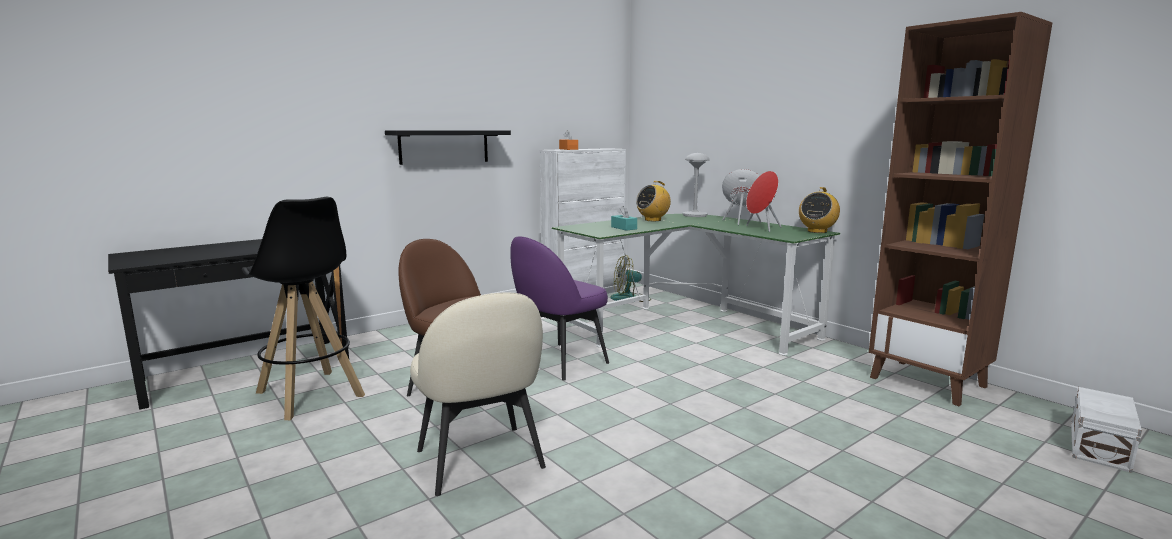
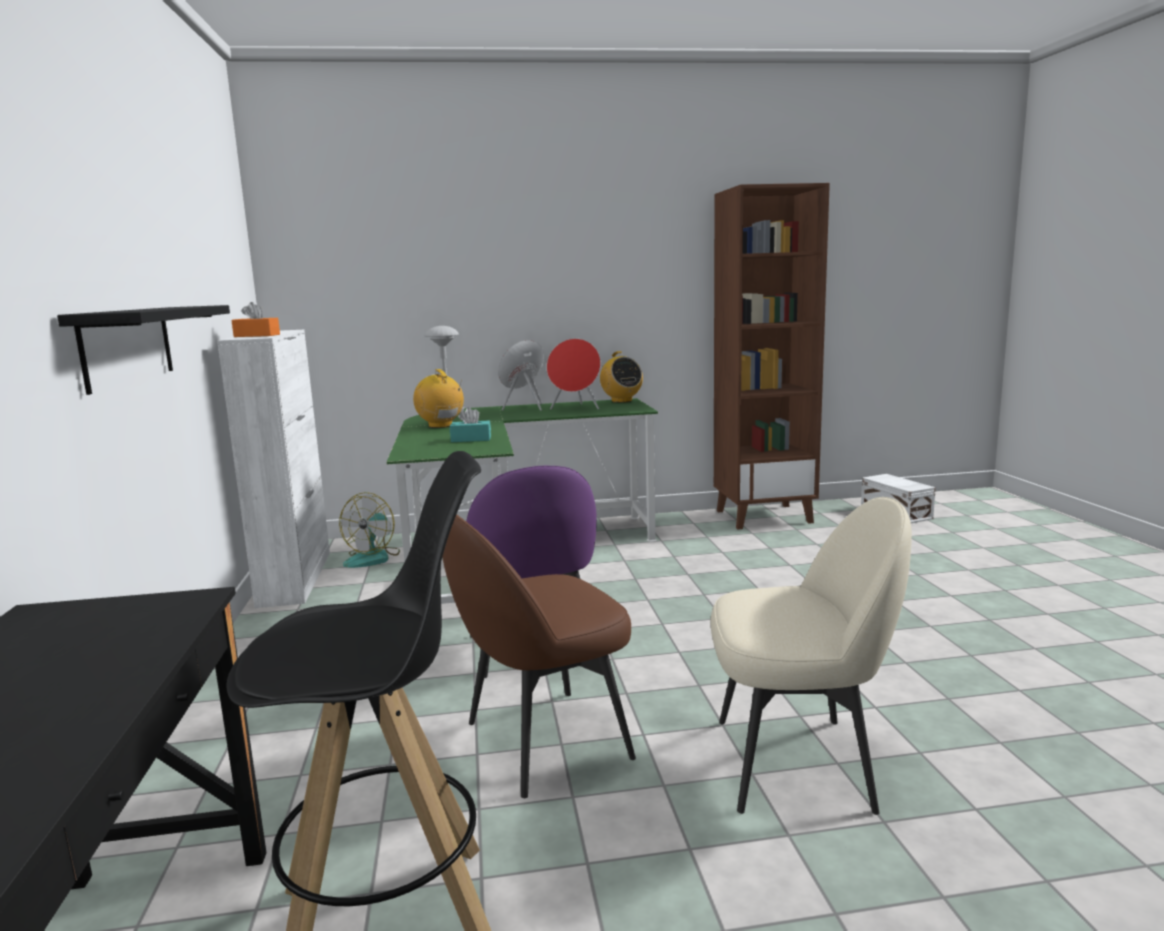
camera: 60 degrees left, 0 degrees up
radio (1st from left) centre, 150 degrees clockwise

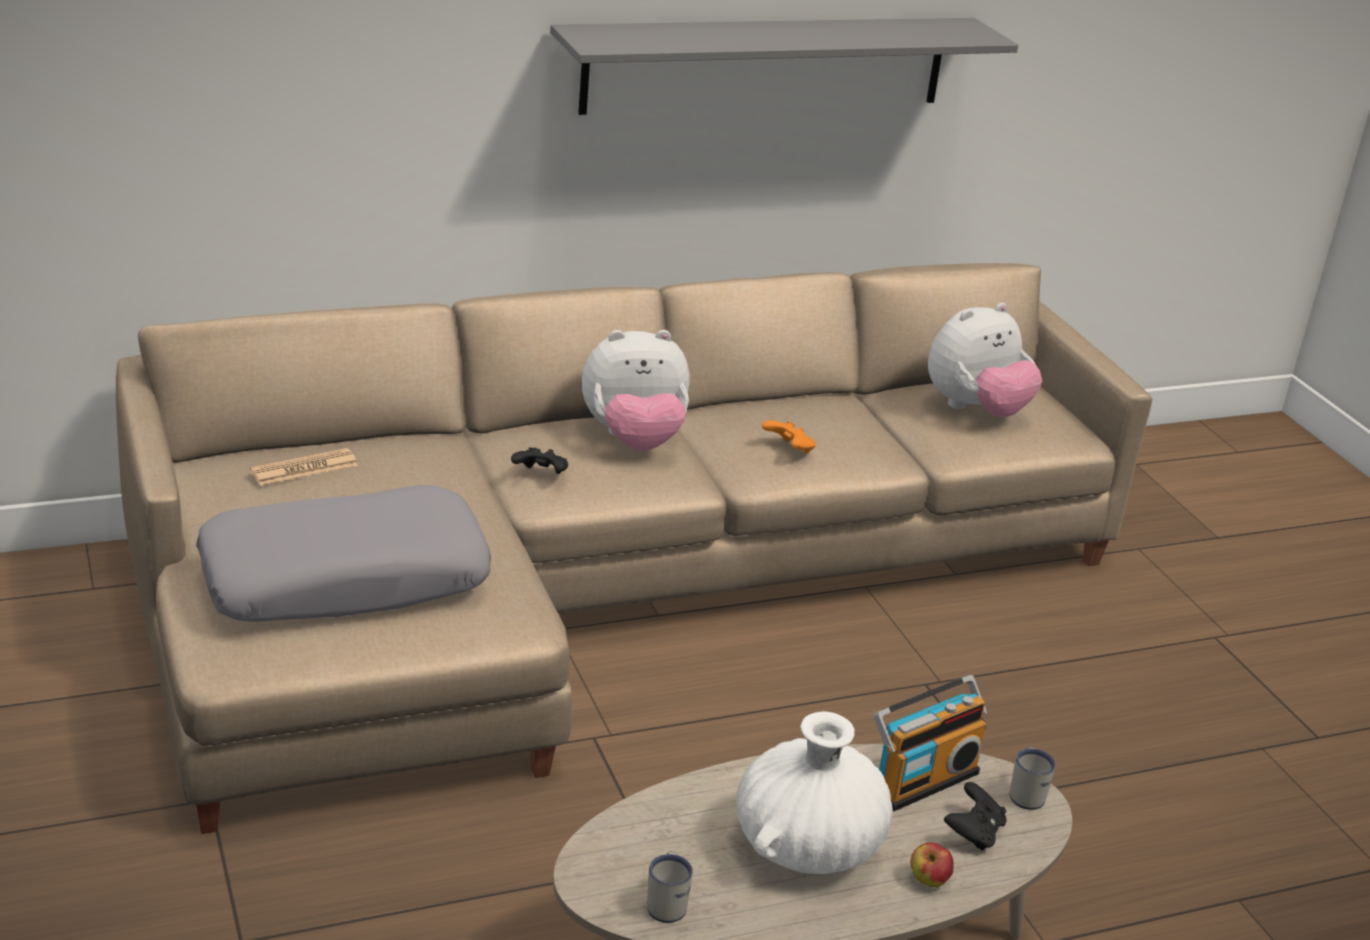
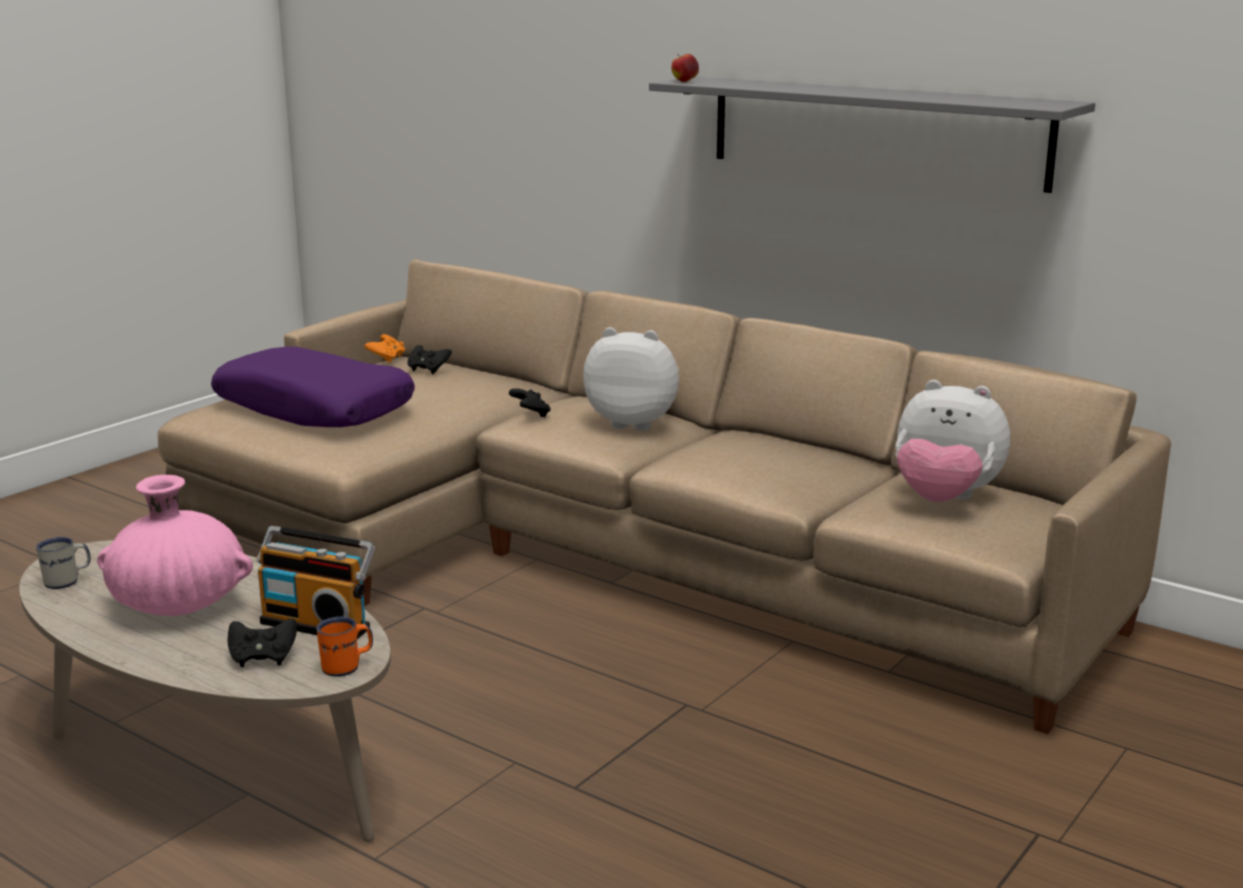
camera: 60 degrees right, 10 degrees down
vase/whitish bottom centre → vase/pinkish middle left
throw pillow/greyish middle left → throw pillow/purplish middle left
tea mug/whitish (2nd from left) bottom right → tea mug/orange bottom left
game controller/orange centre → game controller/orange middle left, move
printed paper middle left → game controller/black-coloured (2nd from left) centre
cuddly toy (1st from left) centre, 150 degrees clockwise
apple bottom right → apple top centre, move

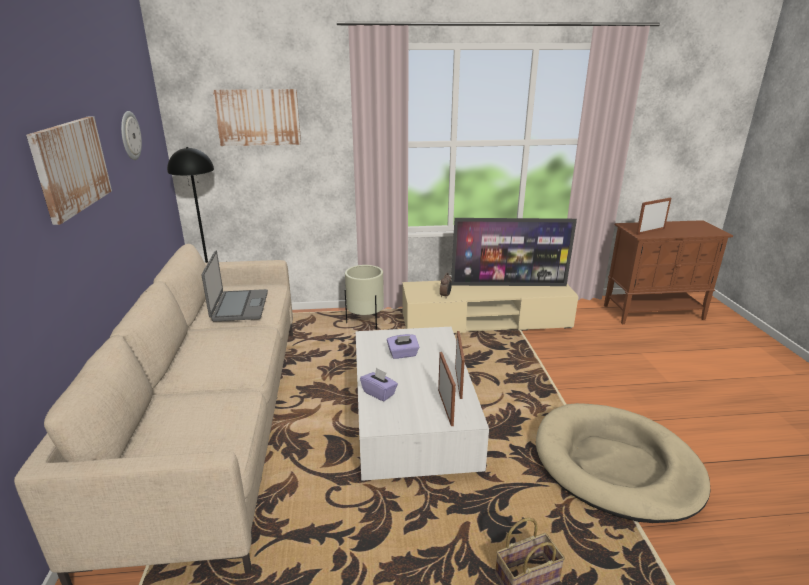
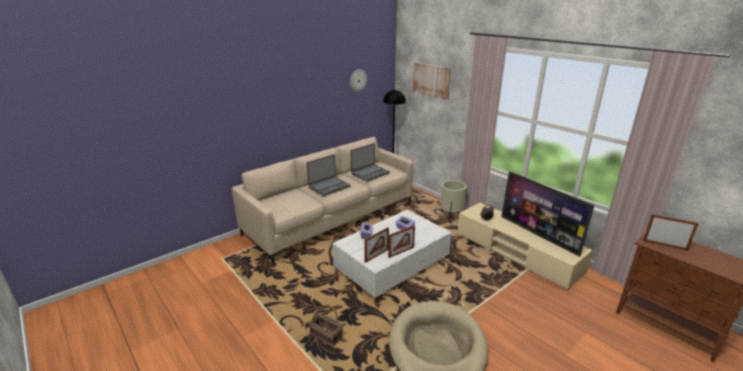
camera: 55 degrees right, 0 degrees up
- → notebook computer (1st from left) centre
wall picture (1st from left) top left → -

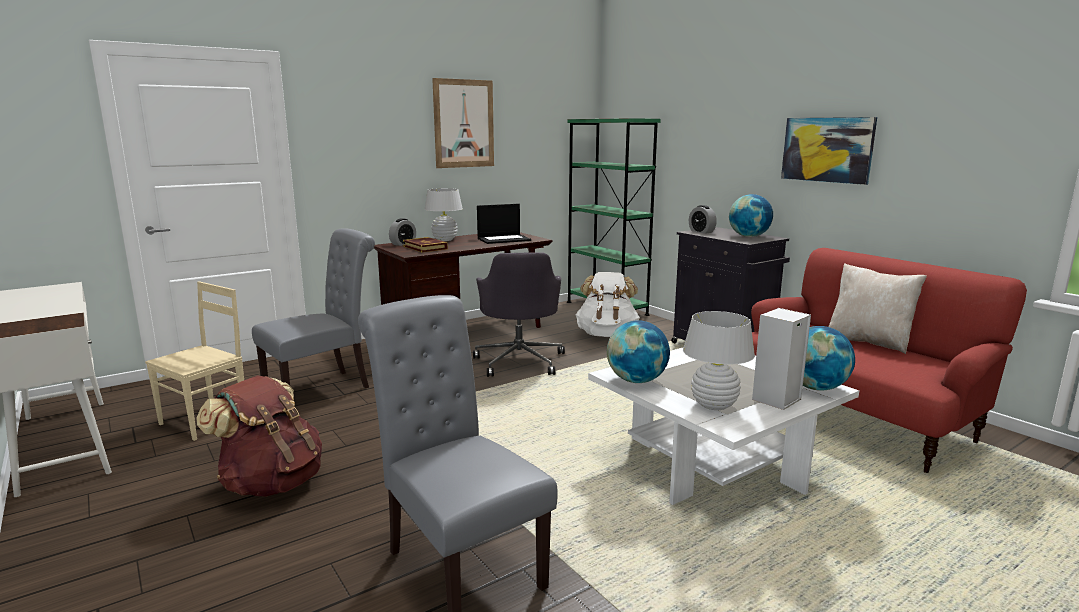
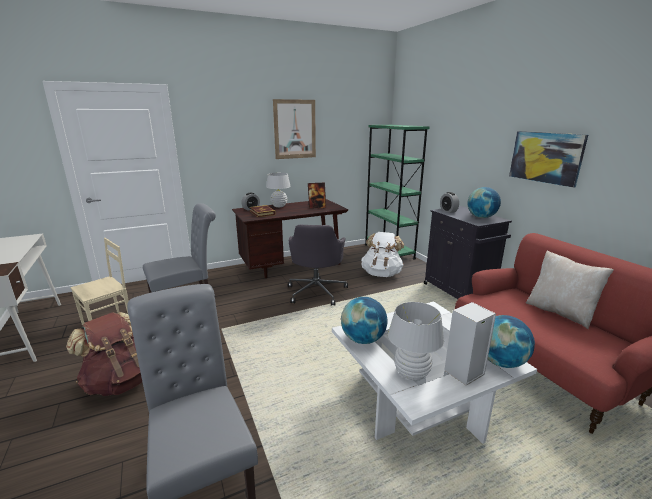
camera: 10 degrees right, 5 degrees up
notebook computer centre → standing frame centre

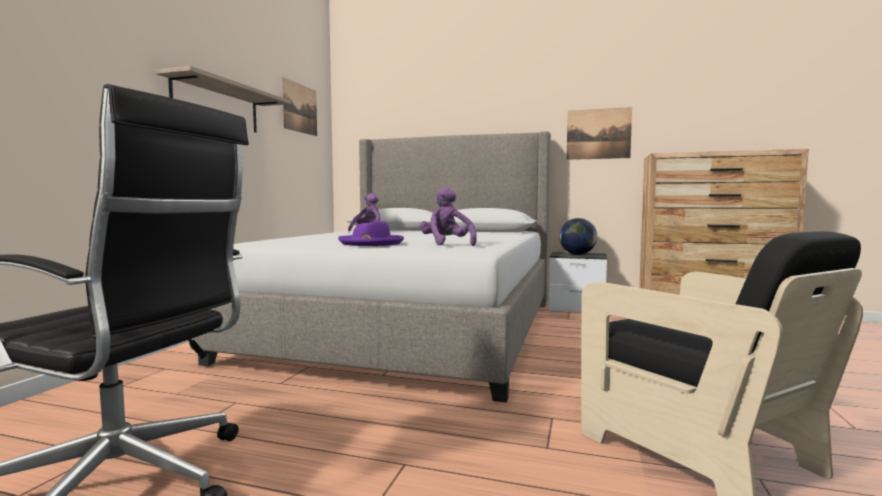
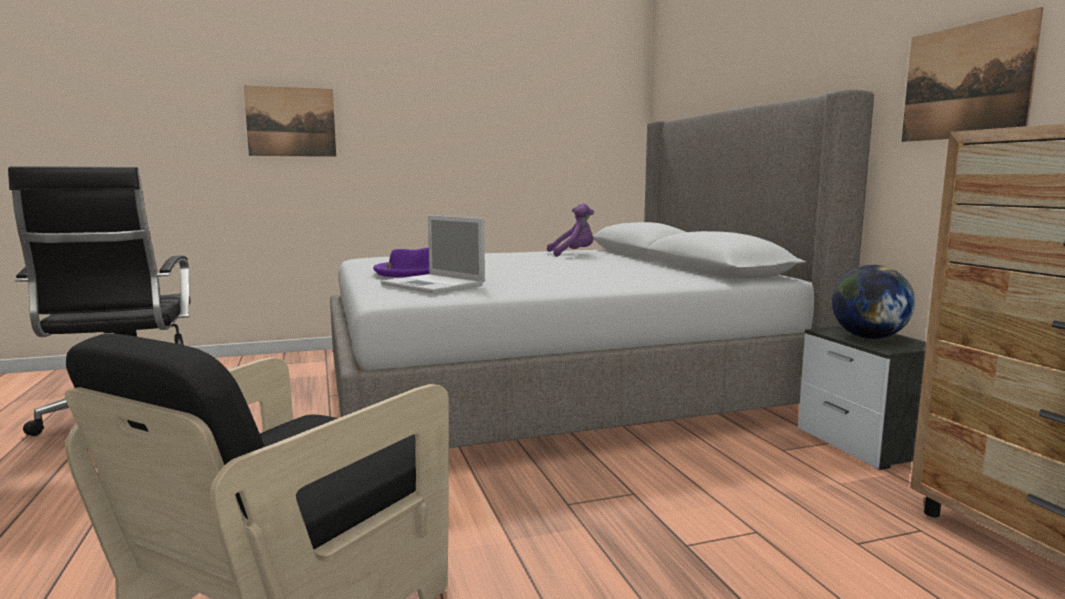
camera: 55 degrees right, 5 degrees up
wall picture (1st from left) top centre → wall picture (1st from left) top left, move
cuddly toy/purplish (2nd from left) centre → notebook computer centre
shelf top left → -

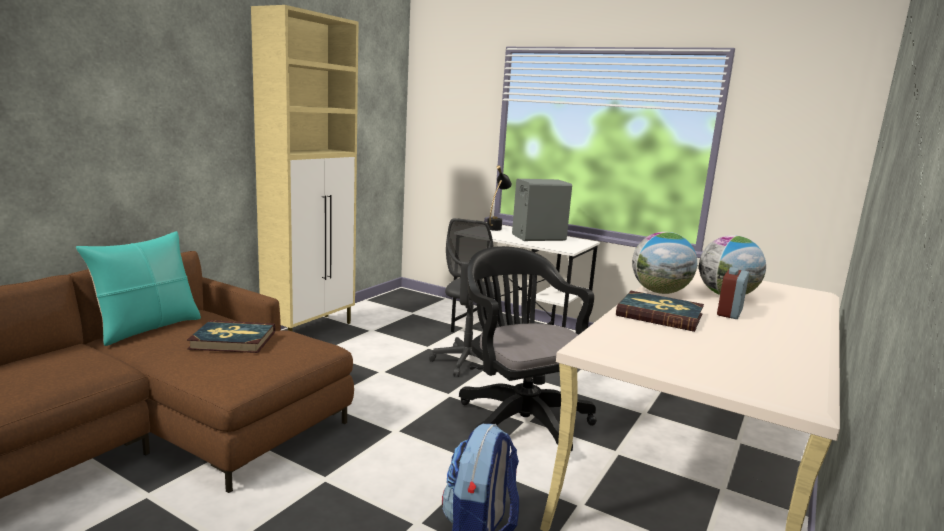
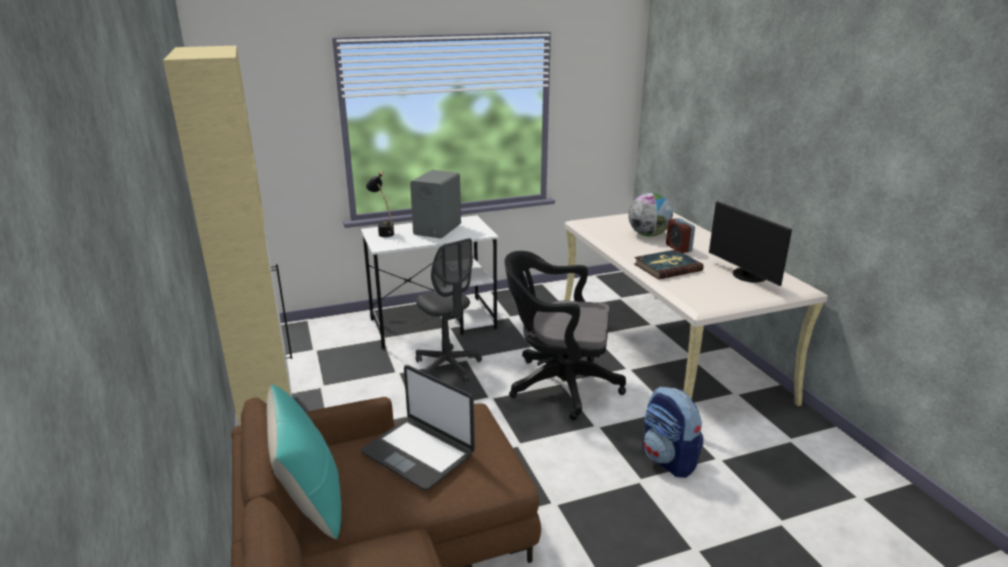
camera: 50 degrees left, 10 degrees up
volume (1st from left) middle left → notebook computer bottom centre
- → computer screen middle right
world globe (1st from left) middle right → -

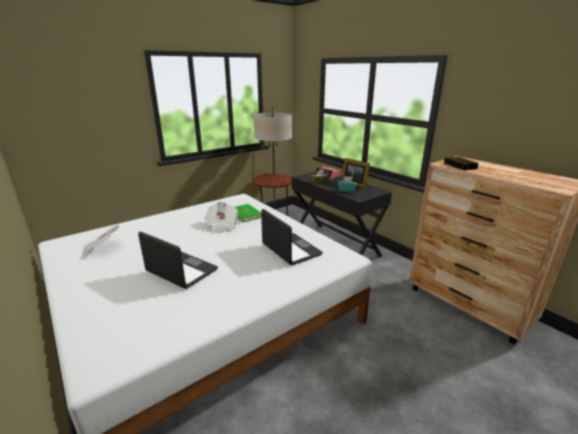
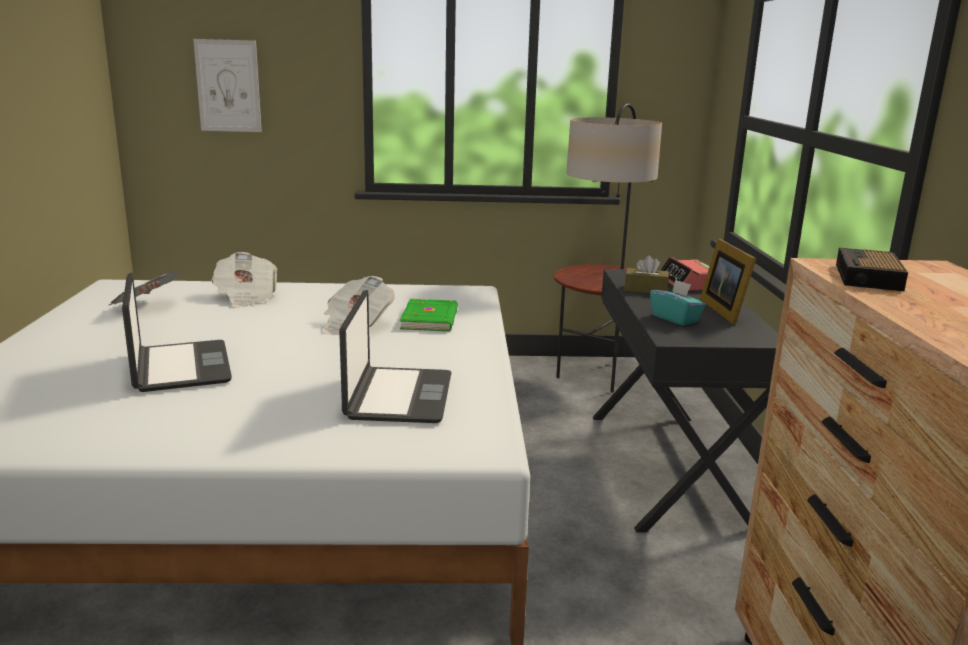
camera: 35 degrees right, 5 degrees down
- → wall picture top left
- → printed paper (2nd from left) middle left

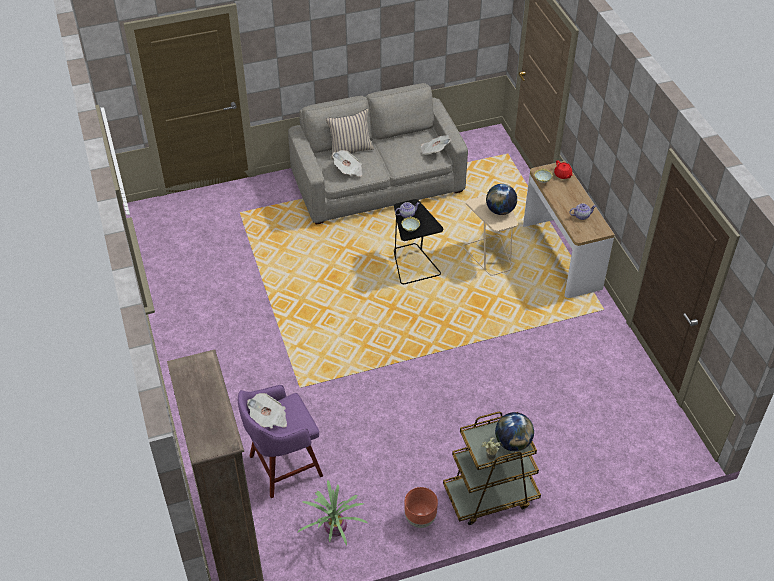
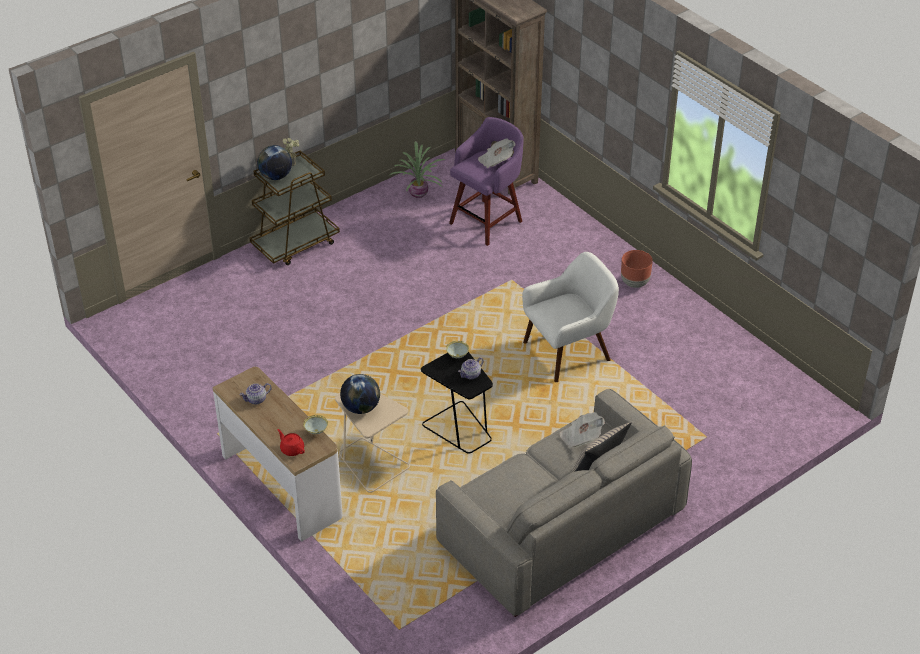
camera: 160 degrees right, 5 degrees down
- → easy chair/whitish centre
flower pot/brown bottom centre → flower pot/brown middle right, move
printed paper (3rd from left) top centre → -

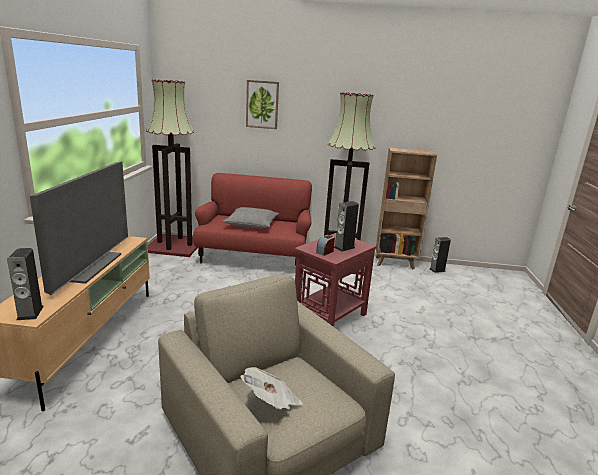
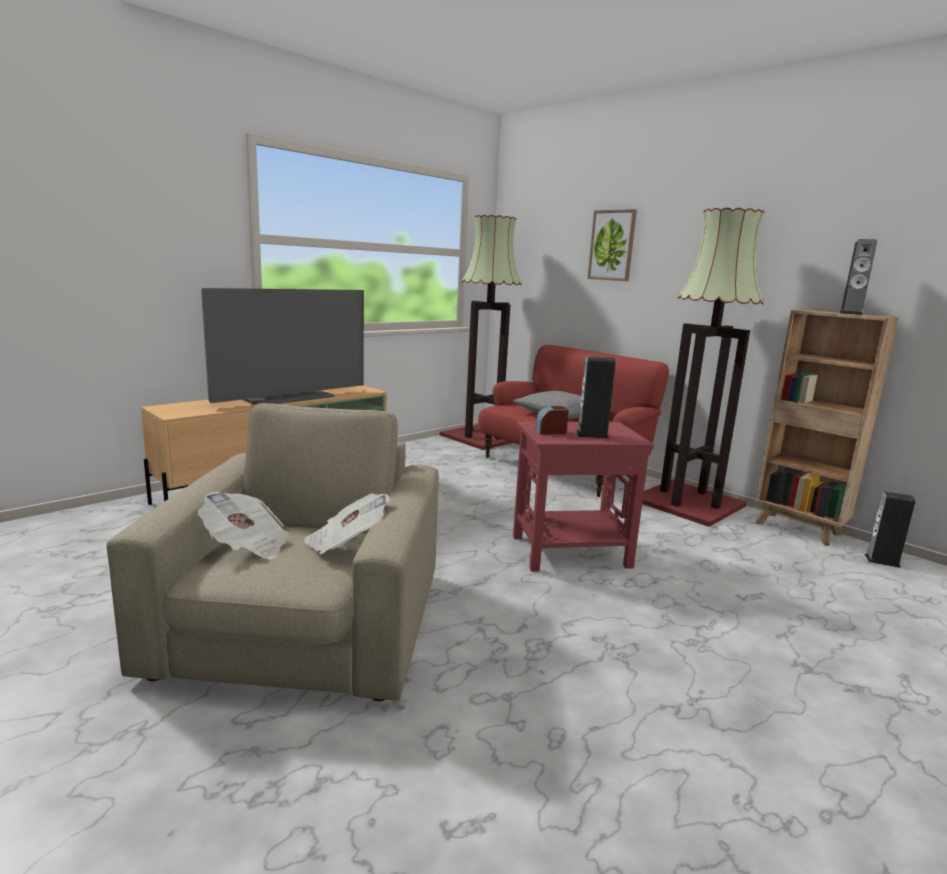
camera: 40 degrees right, 5 degrees down
- → printed paper (2nd from left) centre
speaker (1st from left in the first image) middle left → speaker (2nd from left) top right, move

